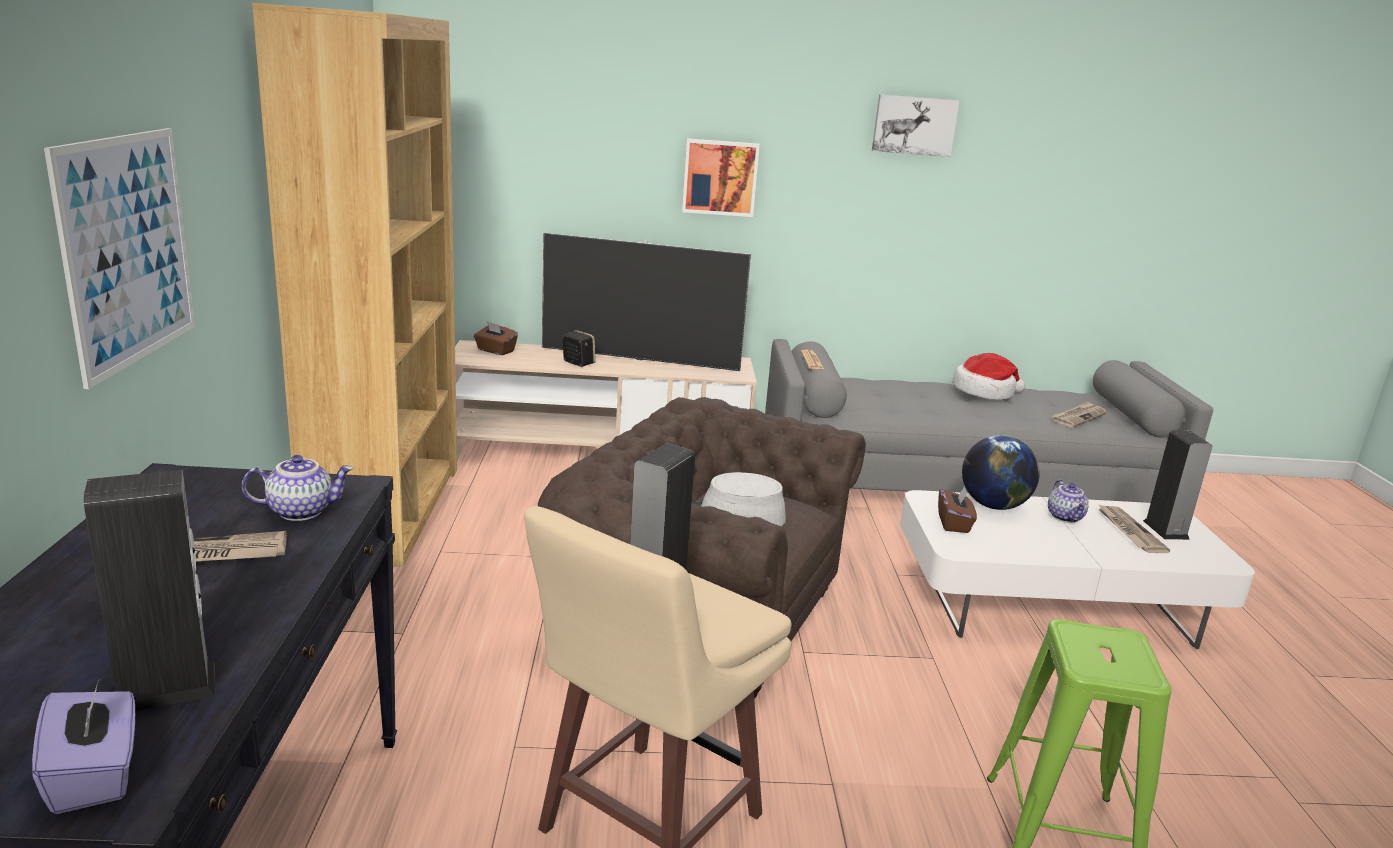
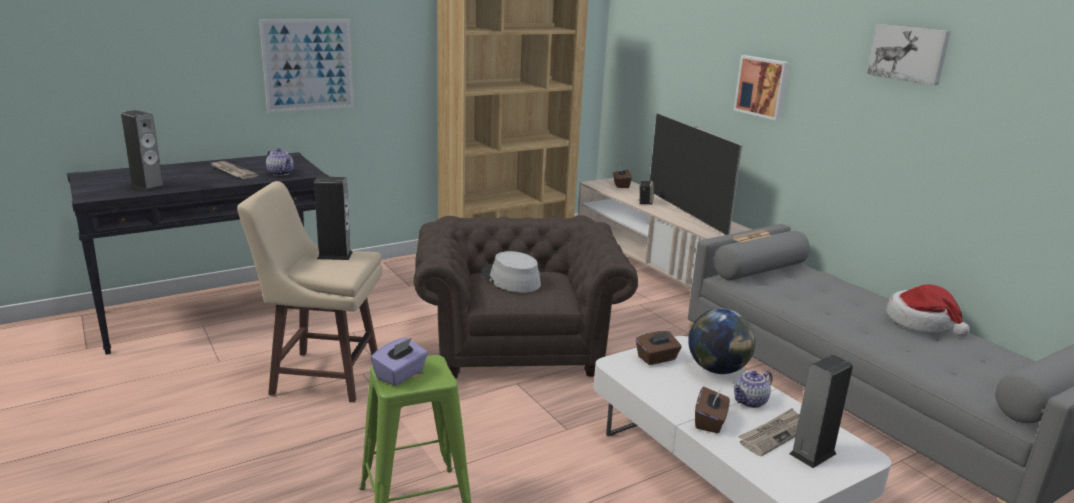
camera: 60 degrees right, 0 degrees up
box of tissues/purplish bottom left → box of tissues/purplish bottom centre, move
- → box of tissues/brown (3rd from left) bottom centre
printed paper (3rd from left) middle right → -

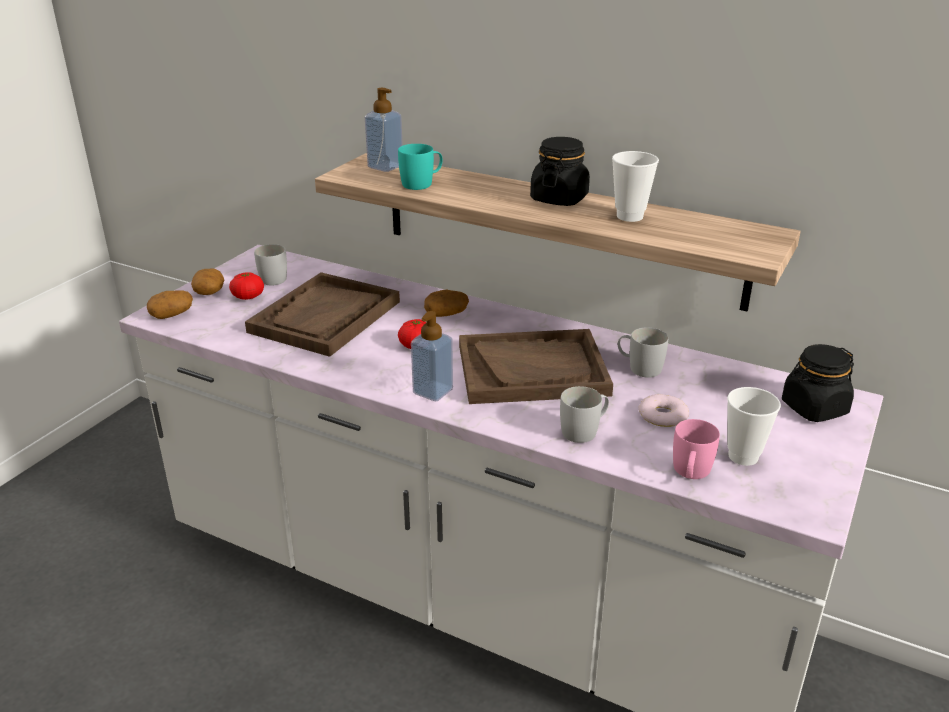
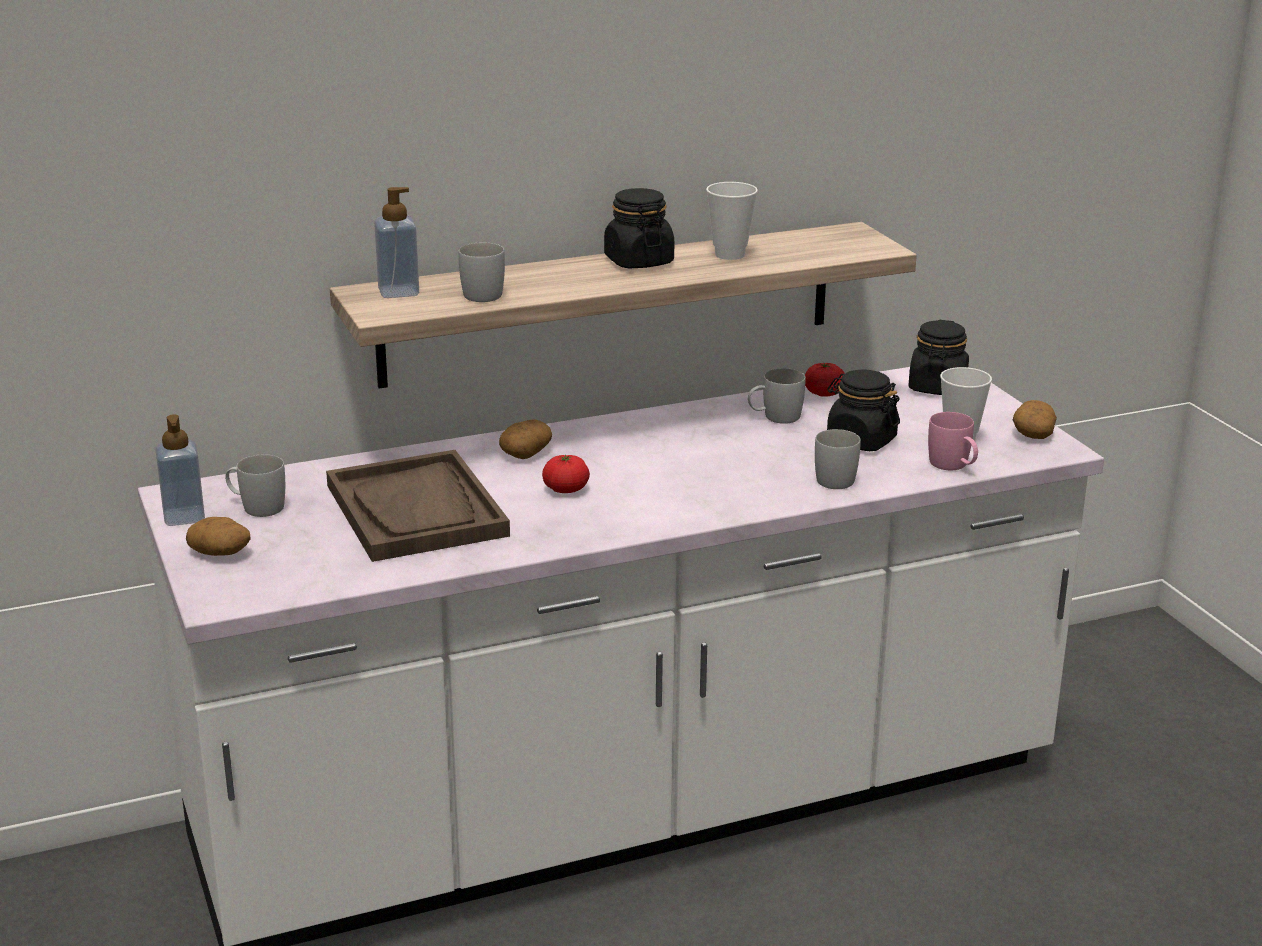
camera: 50 degrees left, 5 degrees down
liquid soap bottle (2nd from left in the first image) centre → liquid soap bottle (1st from left) middle left, move
tea mug/turquoise-coloured top centre → tea mug/whitish (2nd from left) top centre
tomato (1st from left in the first image) middle left → tomato (2nd from left) centre, move
ring doughnut middle right → jar/black-coloured (2nd from left) middle right
spud (1st from left in the first image) middle left → spud (3rd from left) middle right, move
tray/brown (2nd from left) centre → -

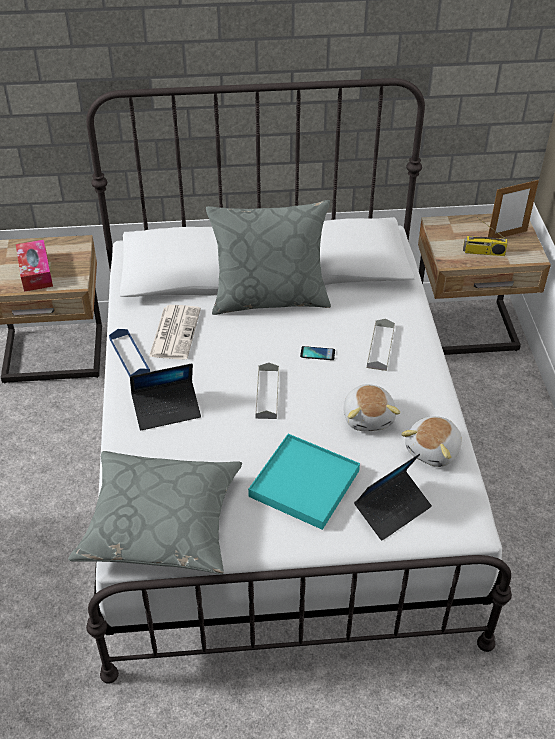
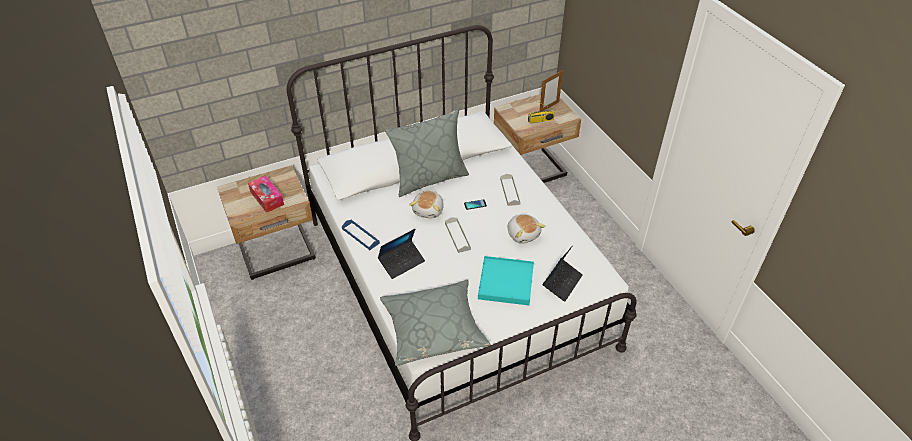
camera: 20 degrees left, 0 degrees up
cuddly toy (2nd from left in the first image) middle right → cuddly toy (1st from left) centre, move
printed paper middle left → -

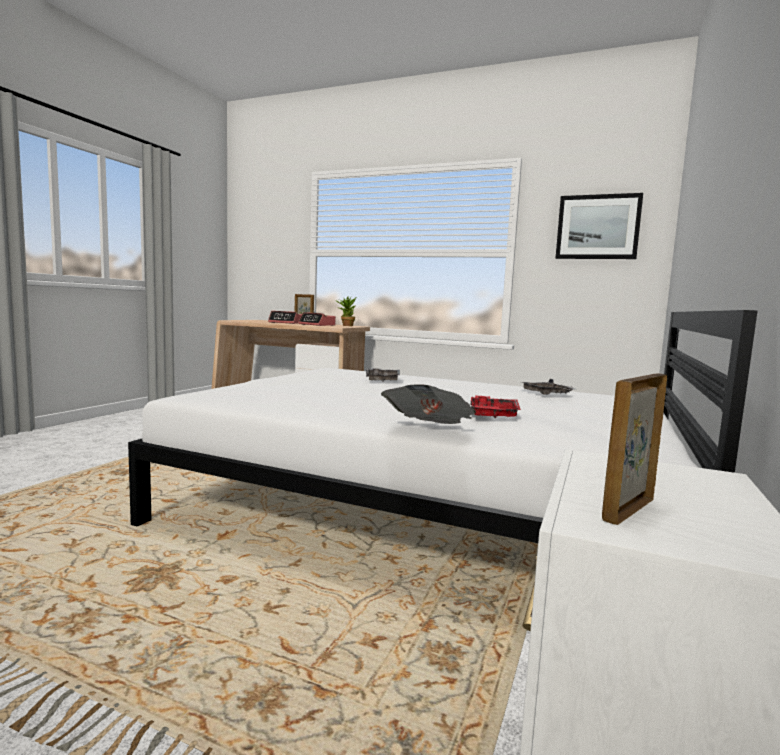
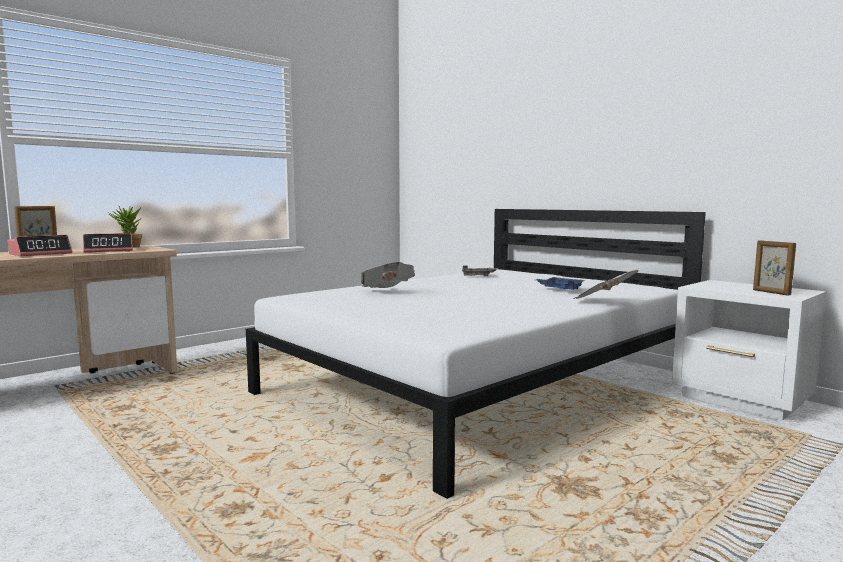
camera: 65 degrees left, 0 degrees up
tray/greyish (1st from left) centre → printed paper (1st from left) centre
tray/reddish centre → tray/blue-coloured centre
wall picture top right → -

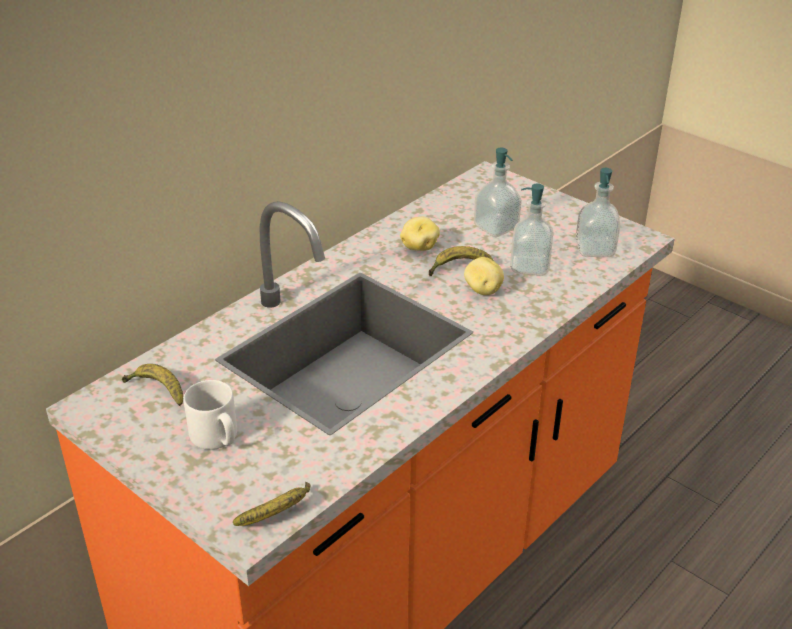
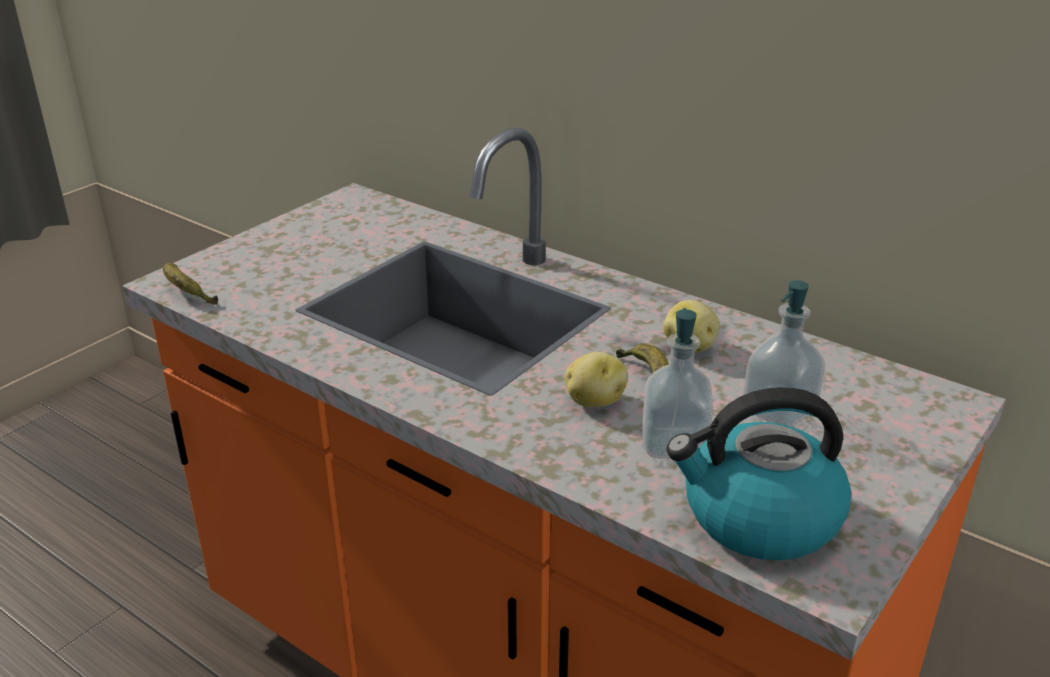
camera: 85 degrees right, 5 degrees down
liquid soap bottle (3rd from left) middle right → kettle bottom right
banana fruit (1st from left) middle left → -
tea mug/greyish middle left → -

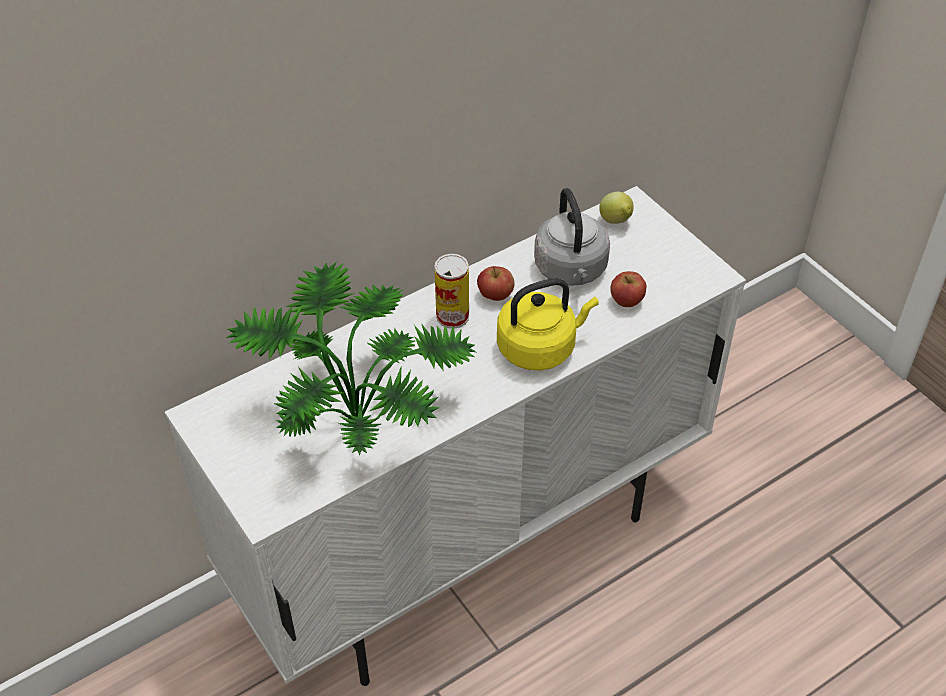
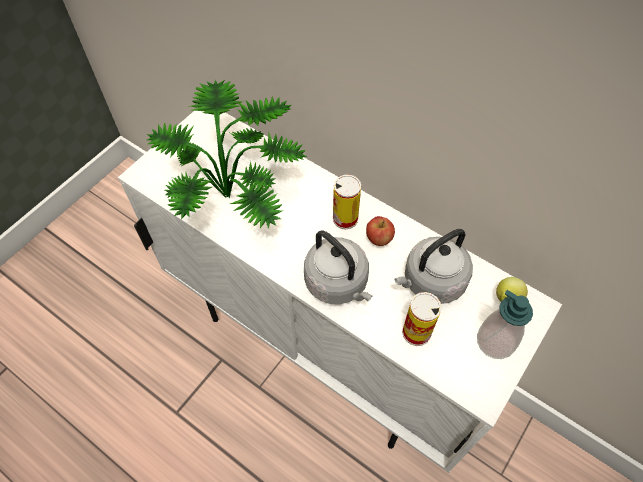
camera: 70 degrees right, 10 degrees up
kettle/yellow centre → kettle/greyish (1st from left) centre
apple (2nd from left) centre → sealed can (2nd from left) centre
- → liquid soap bottle bottom right

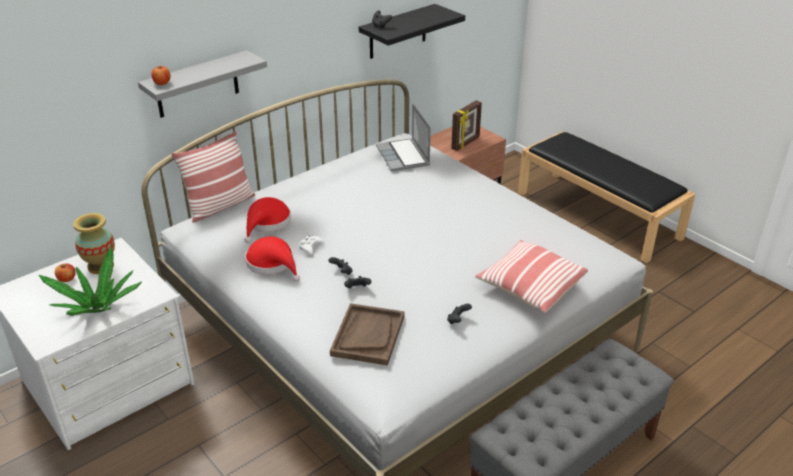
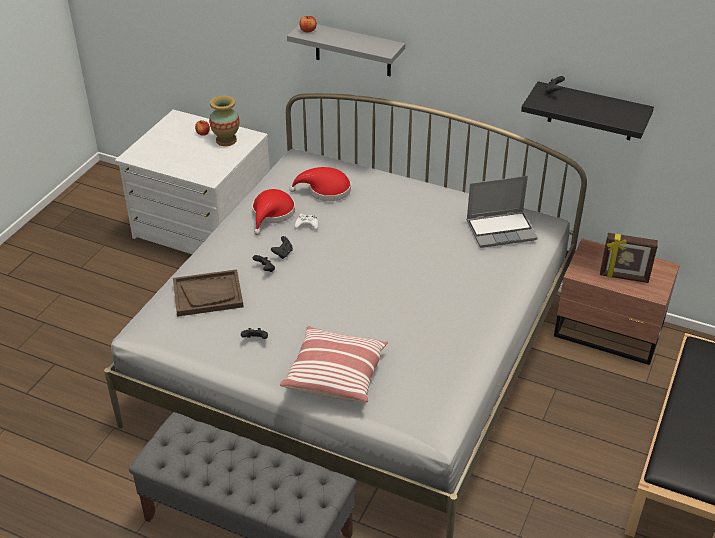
camera: 65 degrees right, 5 degrees up
notebook computer top centre → notebook computer middle right, 150 degrees counterclockwise
potted plant middle left → -
throw pillow (1st from left) middle left → -

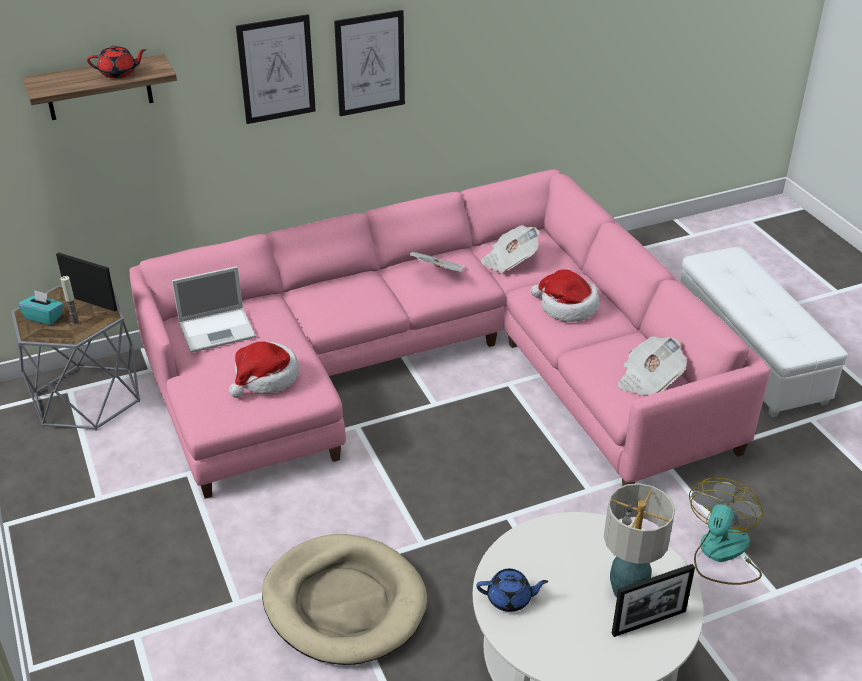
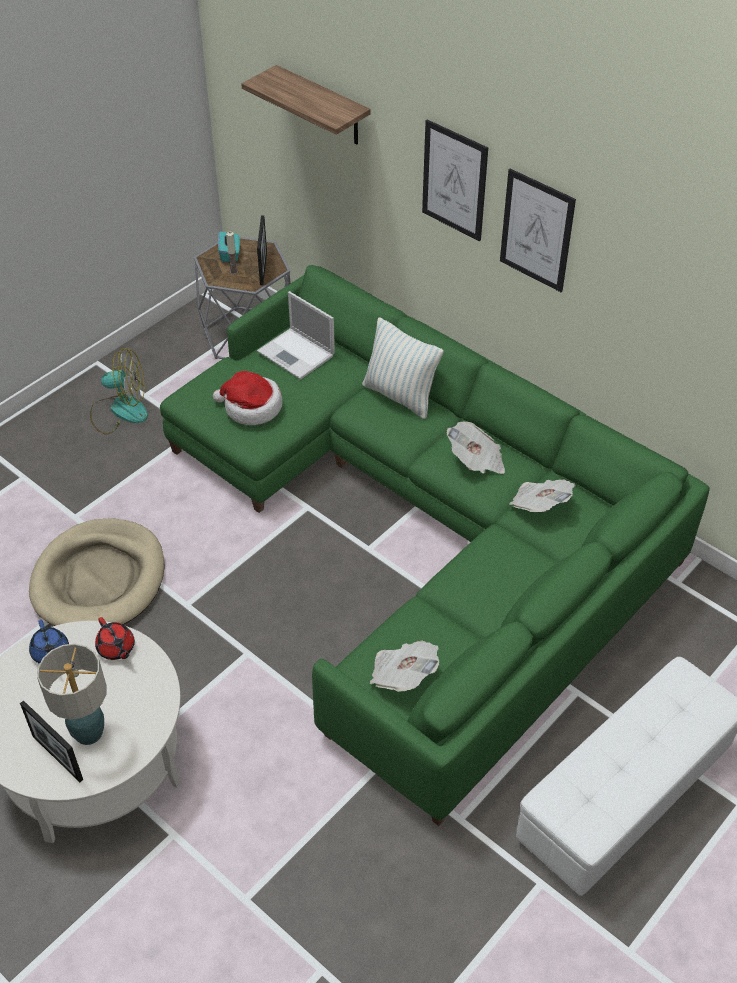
camera: 65 degrees right, 10 degrees up
fan bottom right → fan middle left, move
pot for tea/reddish top left → pot for tea/reddish middle left, move
settee/pinkish centre → settee/green-coloured centre
- → throw pillow centre
clothing hat (2nd from left) centre → -

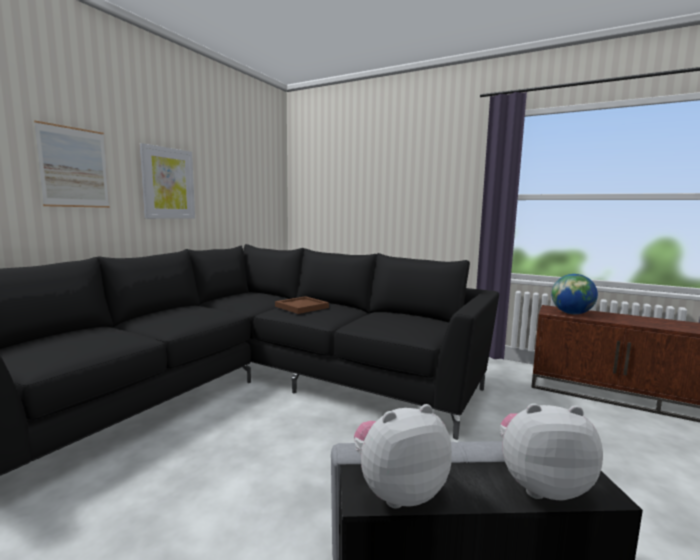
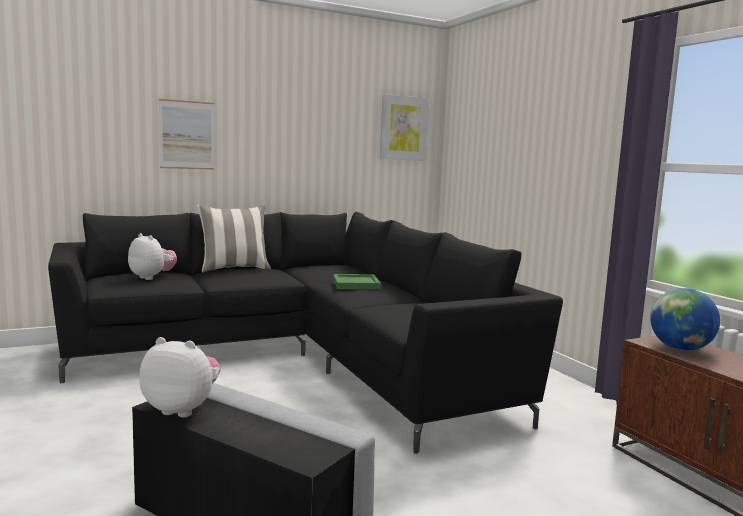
camera: 35 degrees right, 0 degrees up
cuddly toy (2nd from left in the first image) bottom right → cuddly toy (1st from left) middle left, move
- → throw pillow middle left
tray/brown centre → tray/green-coloured centre
wall picture (2nd from left) top left → wall picture (2nd from left) top centre, move

